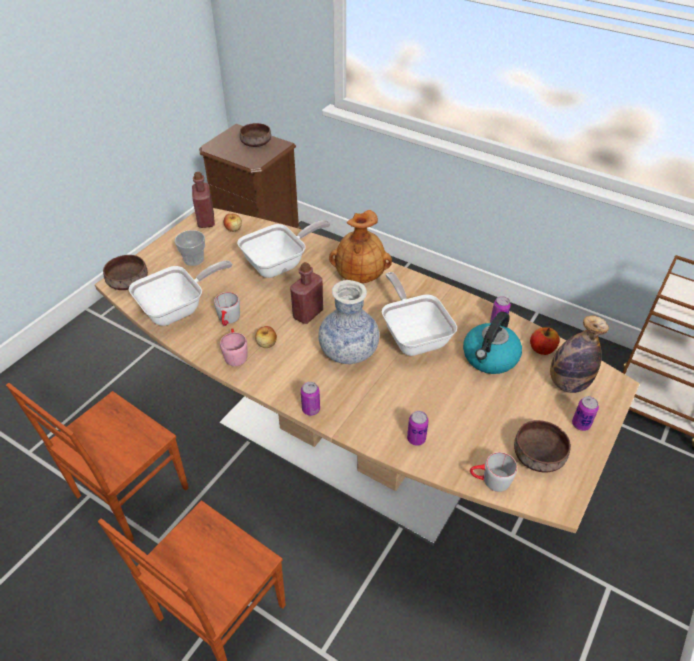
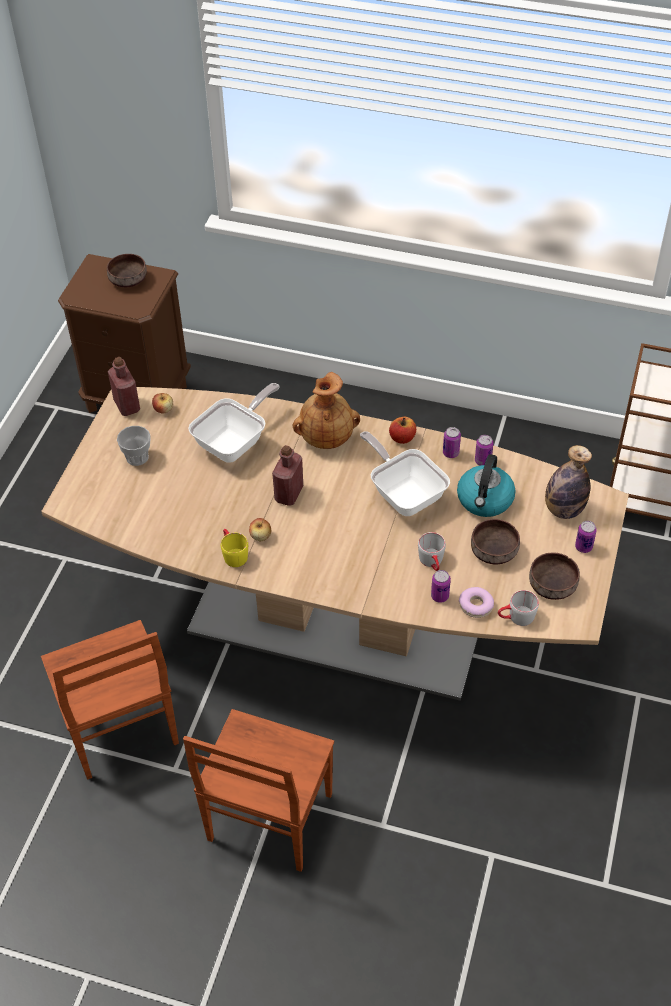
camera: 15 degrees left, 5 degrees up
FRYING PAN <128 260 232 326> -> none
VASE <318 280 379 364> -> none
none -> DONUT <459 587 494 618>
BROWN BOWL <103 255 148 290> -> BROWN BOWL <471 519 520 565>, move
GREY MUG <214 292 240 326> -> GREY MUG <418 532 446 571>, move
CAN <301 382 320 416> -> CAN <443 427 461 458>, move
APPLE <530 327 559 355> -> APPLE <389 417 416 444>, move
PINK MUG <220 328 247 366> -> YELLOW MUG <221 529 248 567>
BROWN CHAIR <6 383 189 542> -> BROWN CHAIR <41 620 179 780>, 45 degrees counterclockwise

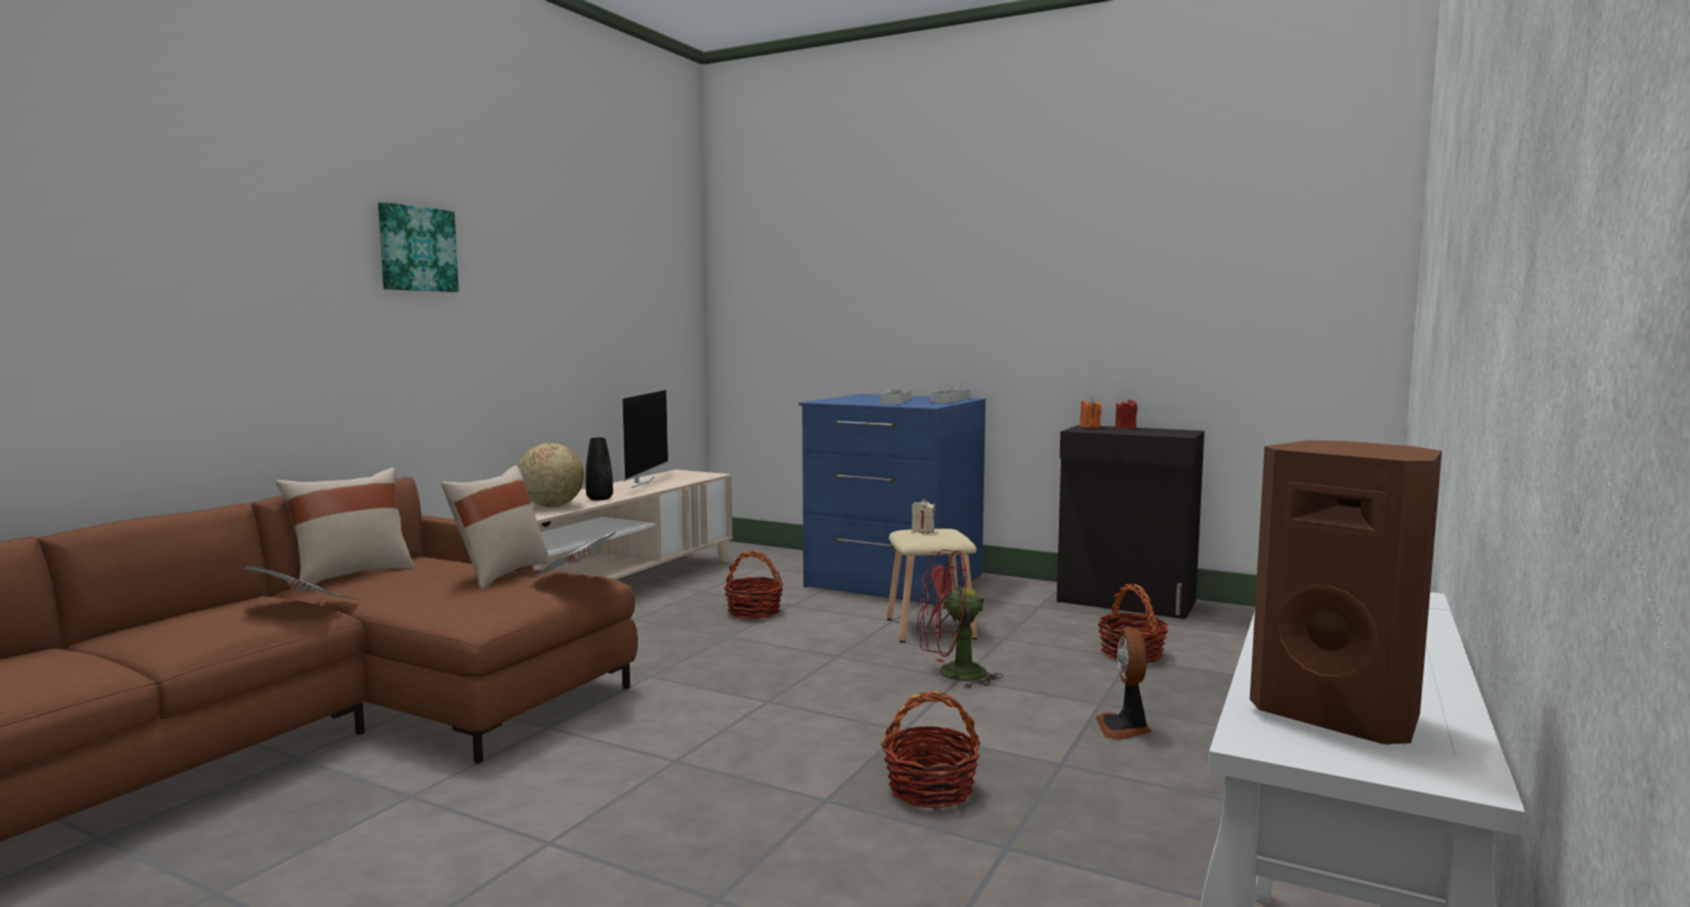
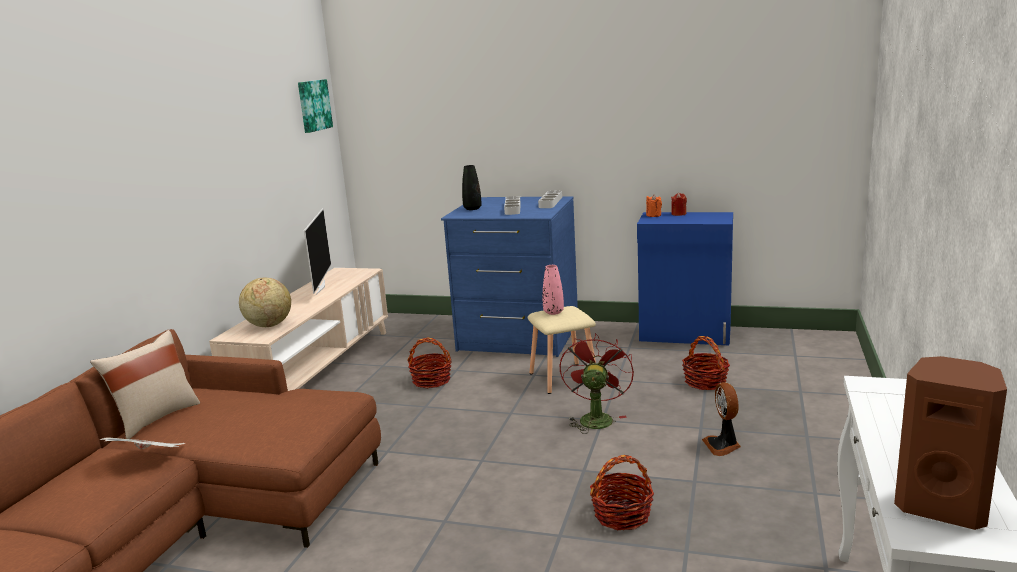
camera: 10 degrees left, 10 degrees up
BEIGE PILLOW <441 465 550 590> -> none
NEWSPAPER <528 532 616 580> -> none
PICTURE <378 202 459 292> -> PICTURE <298 79 333 133>, move
BLACK VASE <586 438 613 501> -> BLACK VASE <462 165 482 210>, move
BEIGE CANDLE <912 499 935 533> -> PINK VASE <543 265 564 315>
BLACK CABINET <1057 425 1204 619> -> BLUE CABINET <637 212 733 345>
RED FAN <917 550 1003 689> -> RED FAN <560 333 634 434>, 120 degrees clockwise

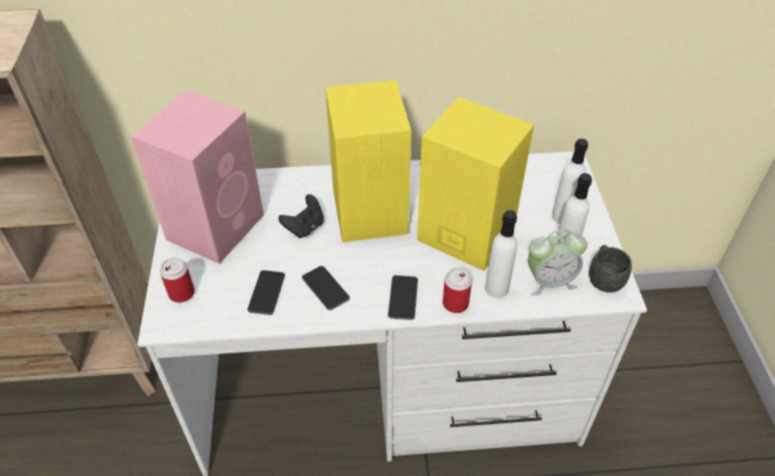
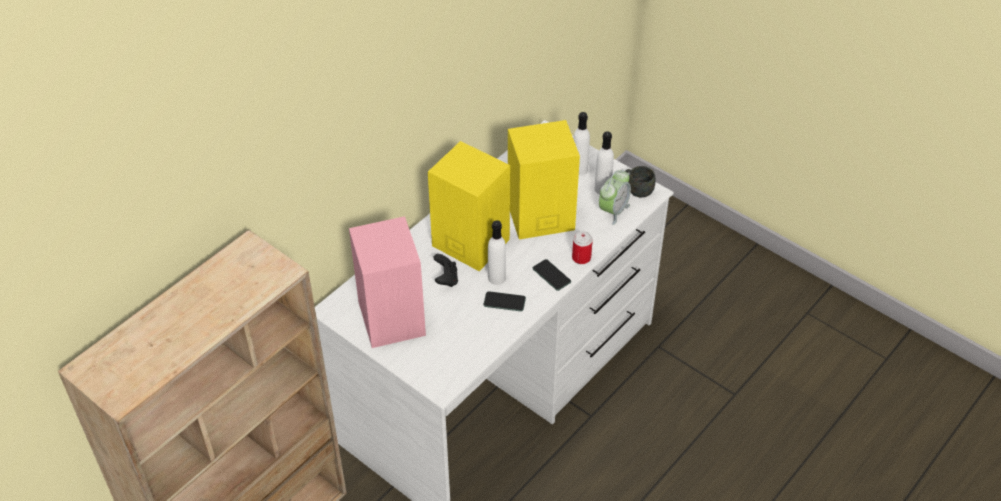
camera: 45 degrees left, 0 degrees up
CAN <160 257 195 303> -> none
PHONE <247 270 285 315> -> none
WHITE BOTTLE <485 210 517 298> -> WHITE BOTTLE <488 220 506 285>, move

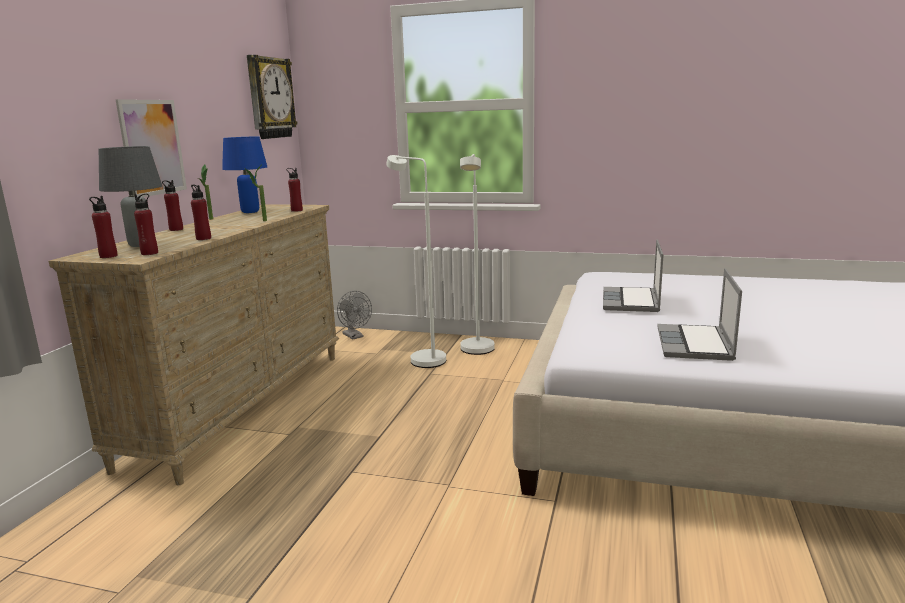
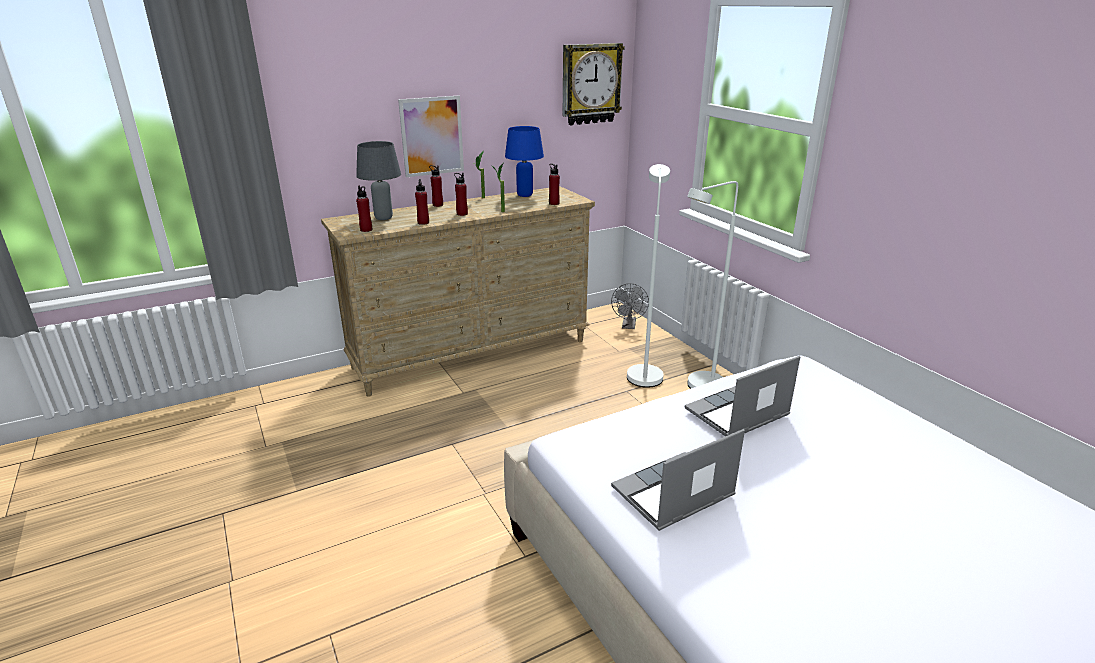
camera: 45 degrees right, 10 degrees up
RED BOTTLE <89 196 118 258> -> RED BOTTLE <454 173 468 216>, move

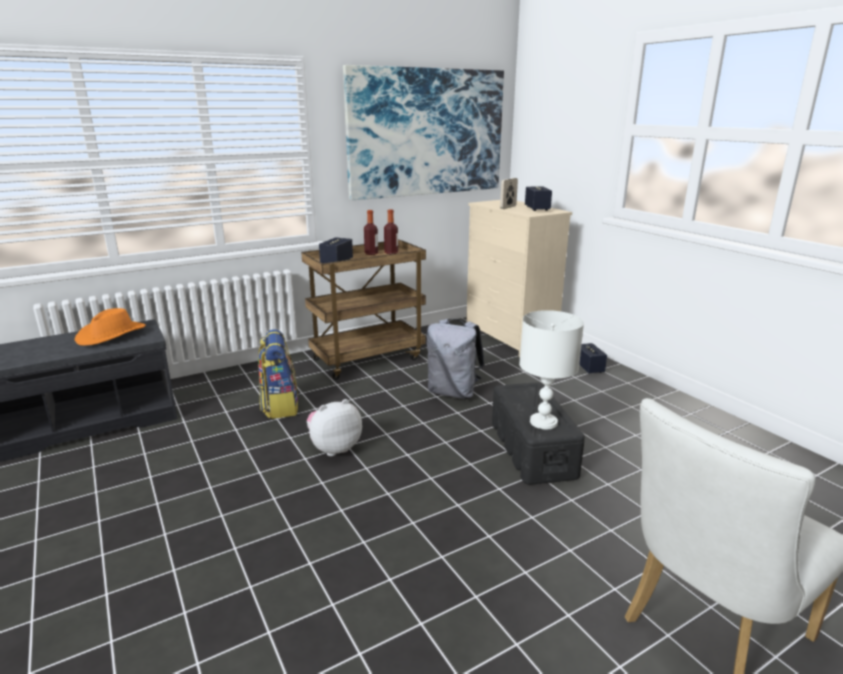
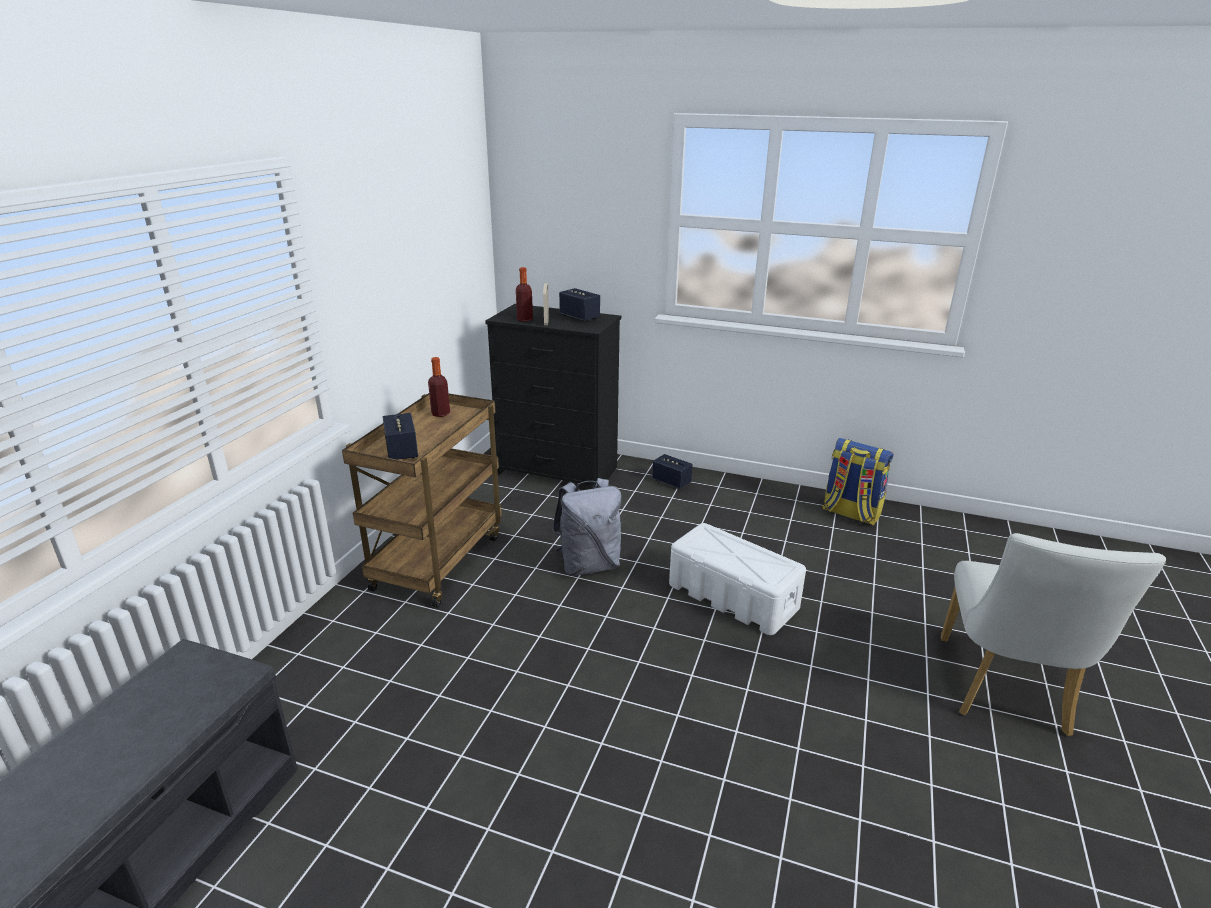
camera: 40 degrees left, 5 degrees up
ORANGE HAT <75 308 146 346> -> none
PLUSH TOY <307 399 362 456> -> none
PICTURE <343 65 504 200> -> none
WHITE TABLE LAMP <519 310 584 429> -> none
BACKPACK <258 329 298 419> -> BACKPACK <822 438 894 526>, move
BOTTLE <364 210 378 255> -> BOTTLE <516 267 533 322>, move
BEIGE DRESSER <466 200 572 357> -> BLACK DRESSER <485 304 621 486>
BLACK STORAGE BOX <492 382 585 485> -> WHITE STORAGE BOX <669 523 806 635>

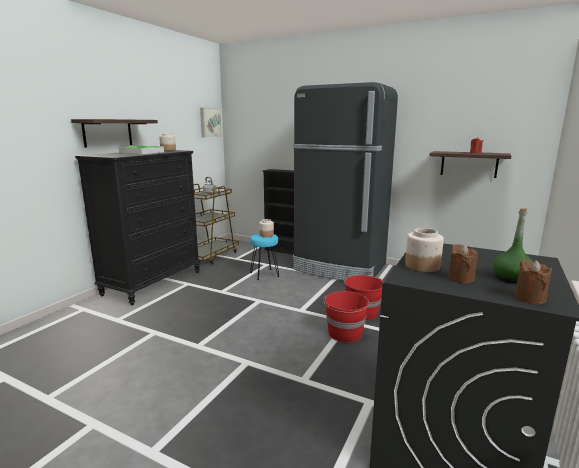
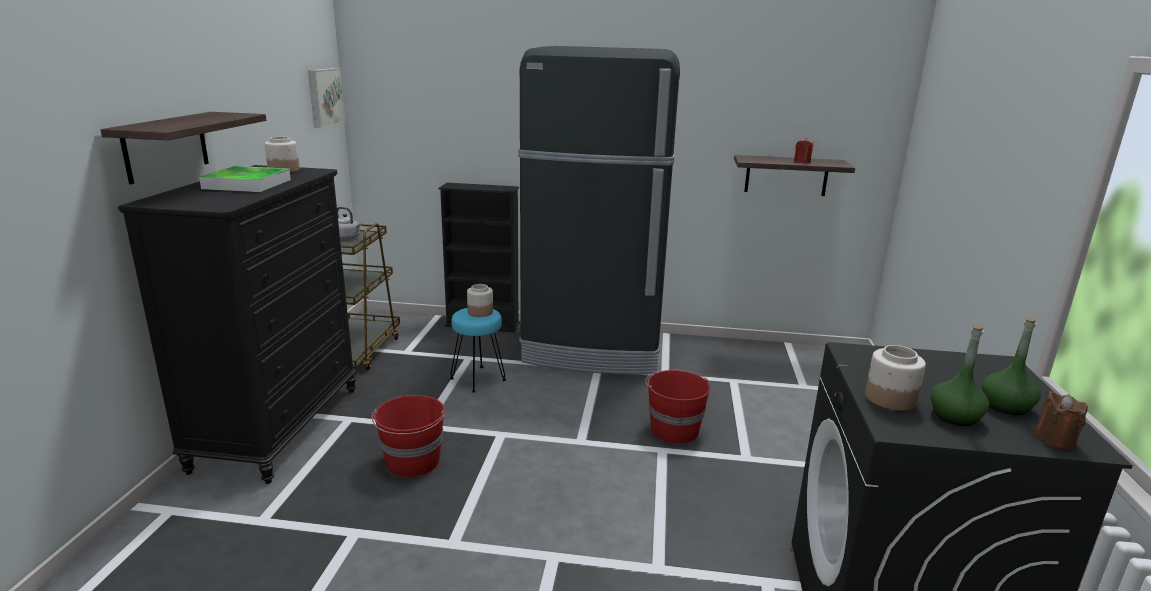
camera: 20 degrees left, 5 degrees up
RED BUCKET <323 291 369 343> -> RED BUCKET <372 395 445 478>, move
BROWN CANDLE <448 244 478 283> -> GREEN BOTTLE <931 325 989 426>

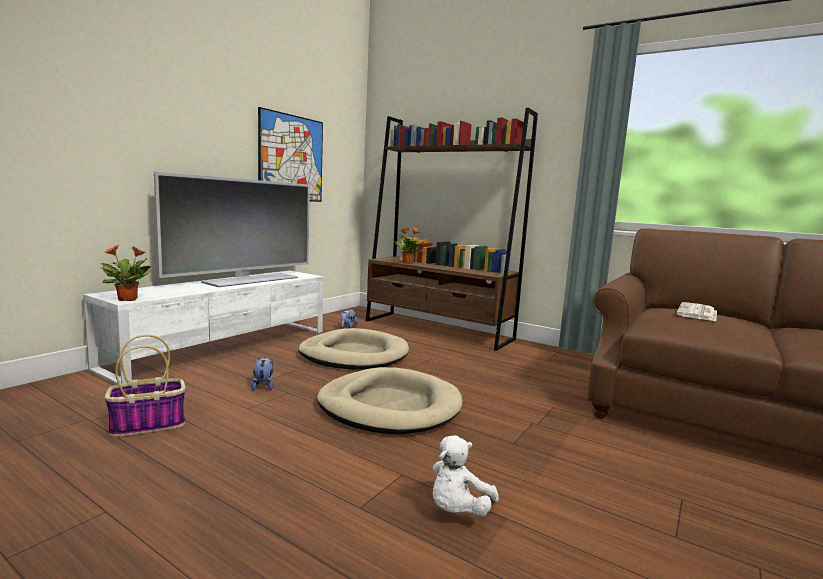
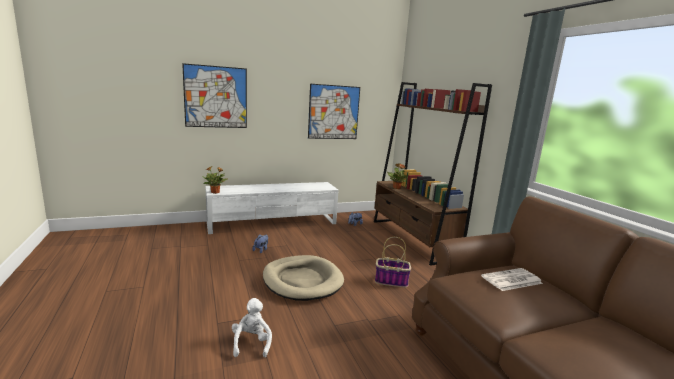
camera: 35 degrees right, 5 degrees up
TELEVISION <154 172 310 287> -> none
BEIGE DOG BED <298 328 409 370> -> none
none -> PICTURE <182 63 247 128>
BASKET <105 335 186 437> -> BASKET <375 237 411 288>, move
WHITE PLUSH TOY <433 435 499 516> -> WHITE PLUSH TOY <232 298 272 357>, 105 degrees clockwise

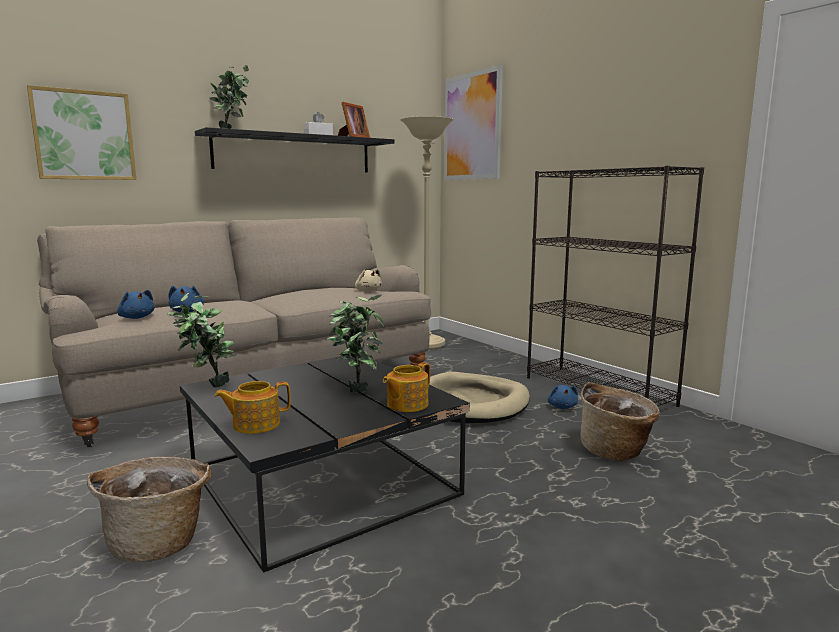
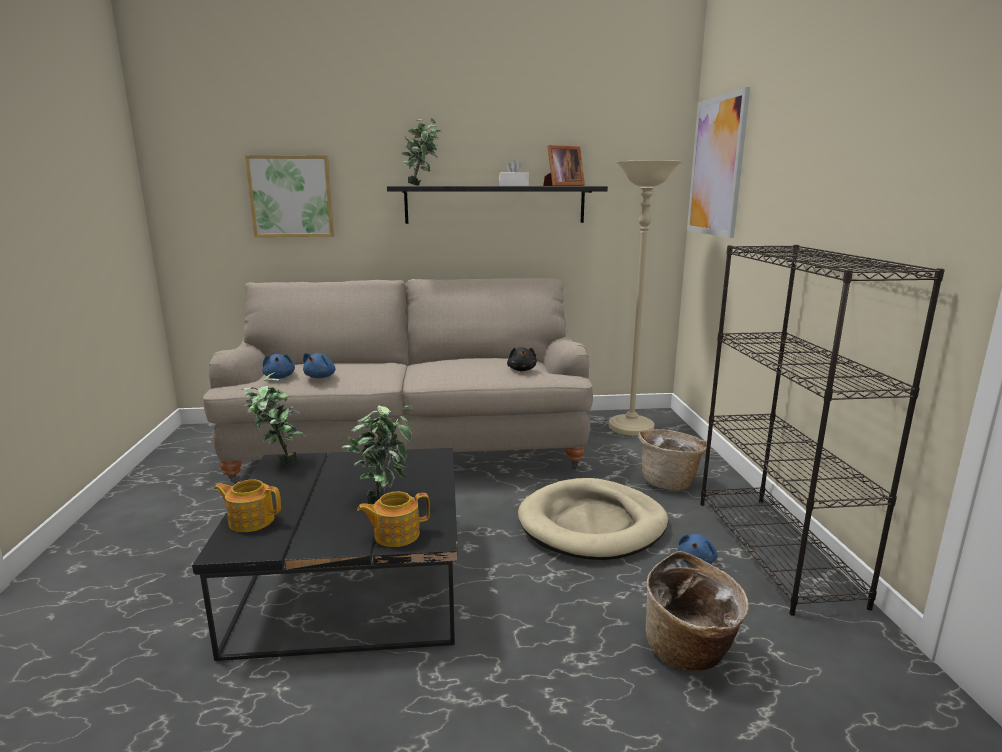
camera: 30 degrees right, 5 degrees up
BASKET <87 457 211 562> -> BASKET <638 429 707 491>, move
BEIGE PLUSH TOY <355 269 382 292> -> BLACK PLUSH TOY <507 347 537 371>

